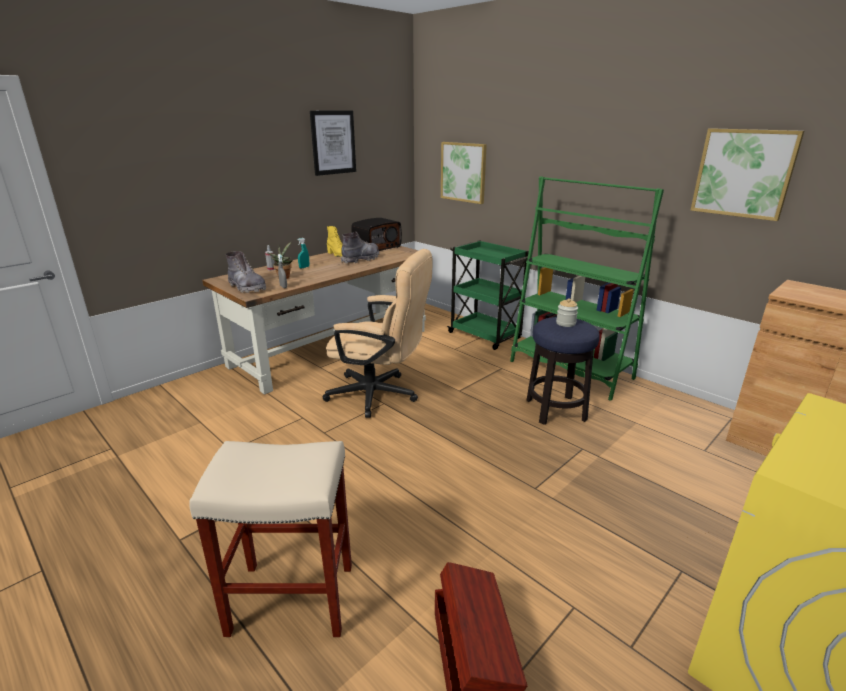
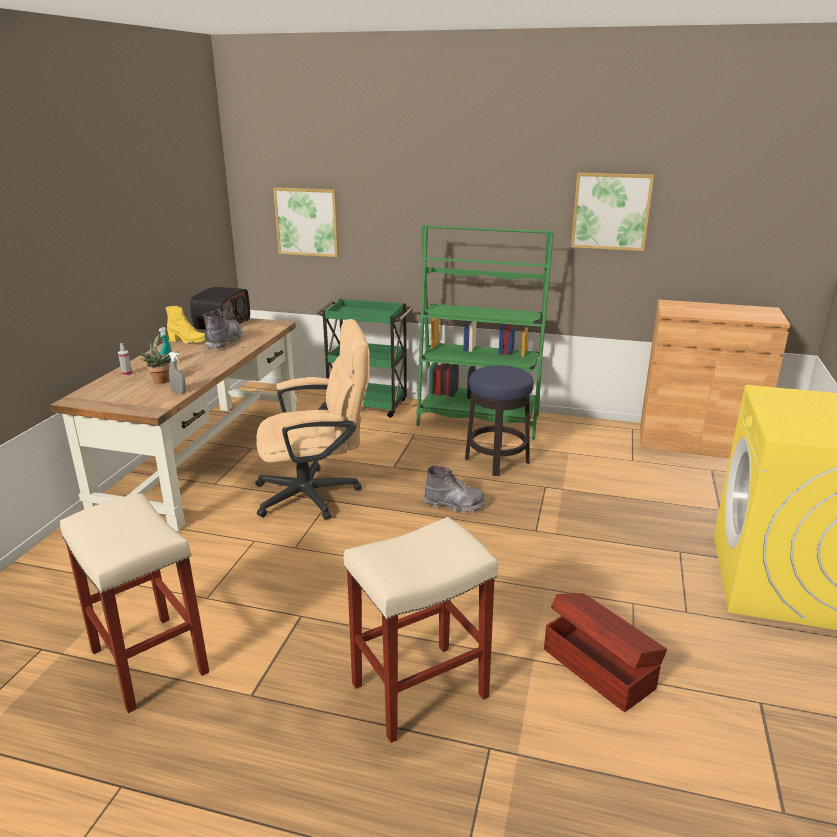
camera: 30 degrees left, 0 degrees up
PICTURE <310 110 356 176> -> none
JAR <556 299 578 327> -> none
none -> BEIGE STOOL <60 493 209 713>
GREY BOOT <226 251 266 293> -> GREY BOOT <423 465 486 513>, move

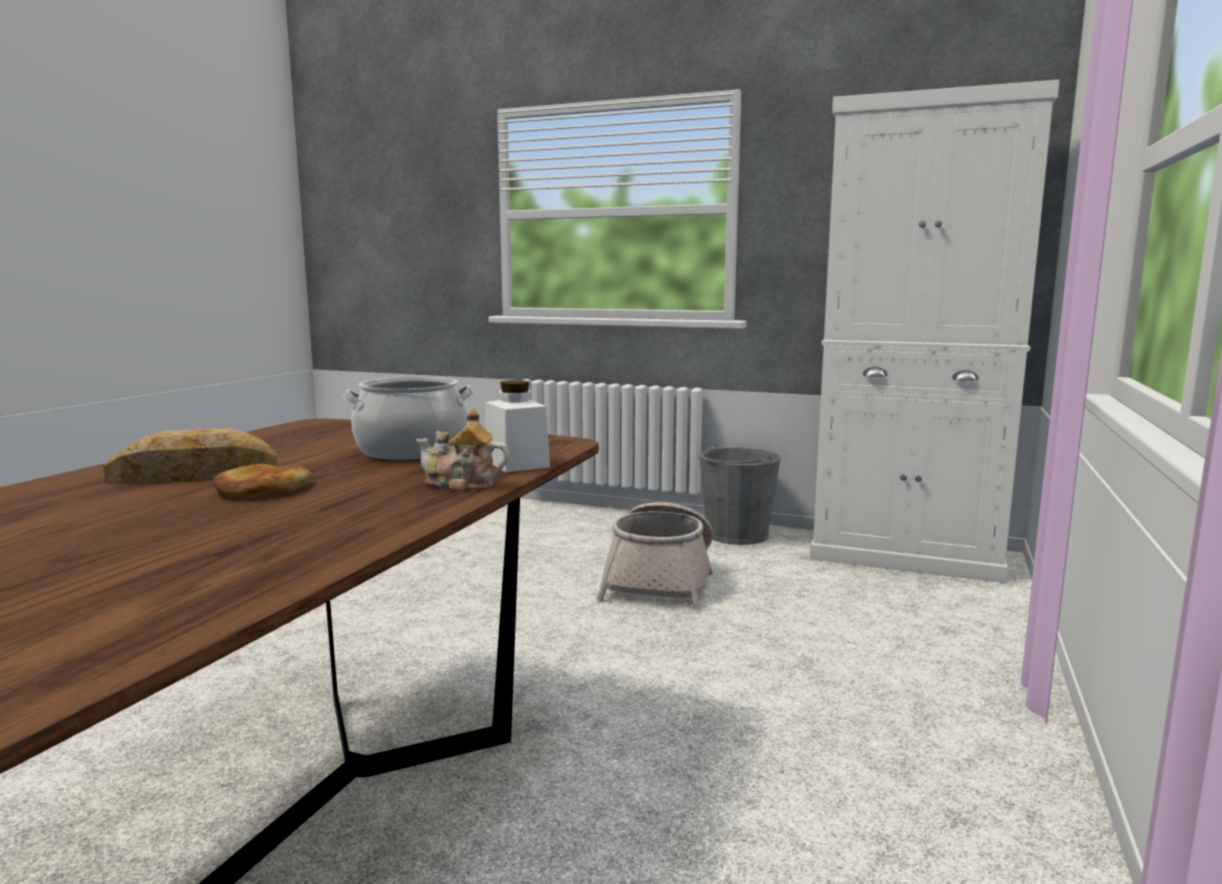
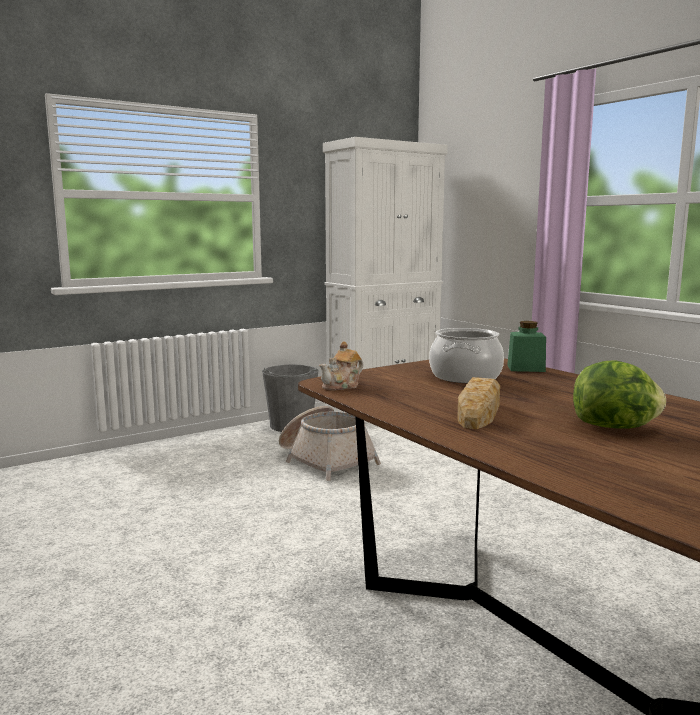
camera: 55 degrees left, 0 degrees up
BREAD <212 463 313 498> -> none
none -> LETTUCE <573 360 666 429>
TEAPOT <416 408 509 491> -> TEAPOT <319 341 363 390>, move
WHITE JAR <485 380 550 473> -> GREEN JAR <507 321 546 372>

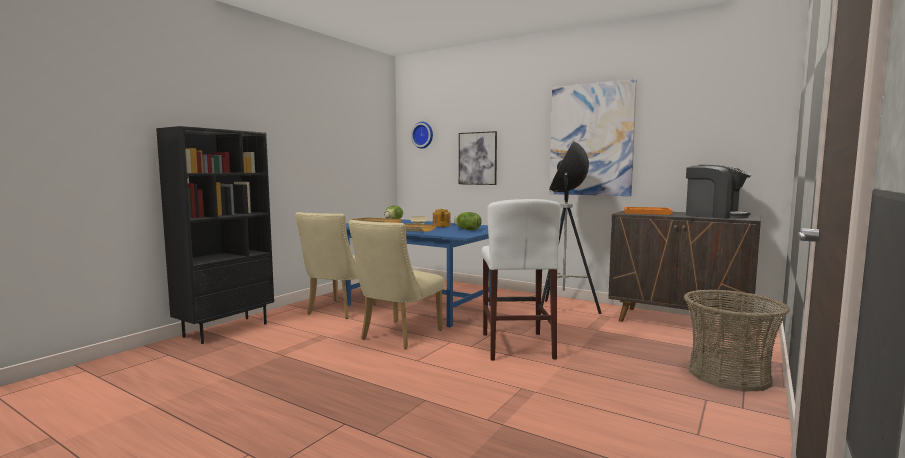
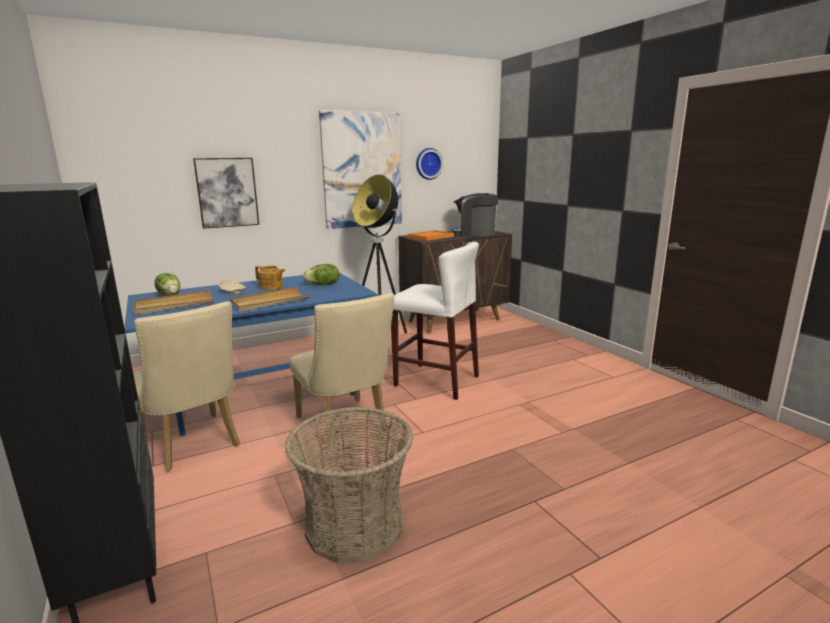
camera: 60 degrees left, 10 degrees up
WALL CLOCK <411 122 433 149> -> WALL CLOCK <416 148 443 180>, move
BASKET <684 289 790 391> -> BASKET <285 407 413 563>, move
COFFEE MACHINE <686 165 751 219> -> COFFEE MACHINE <452 193 498 236>, 150 degrees counterclockwise

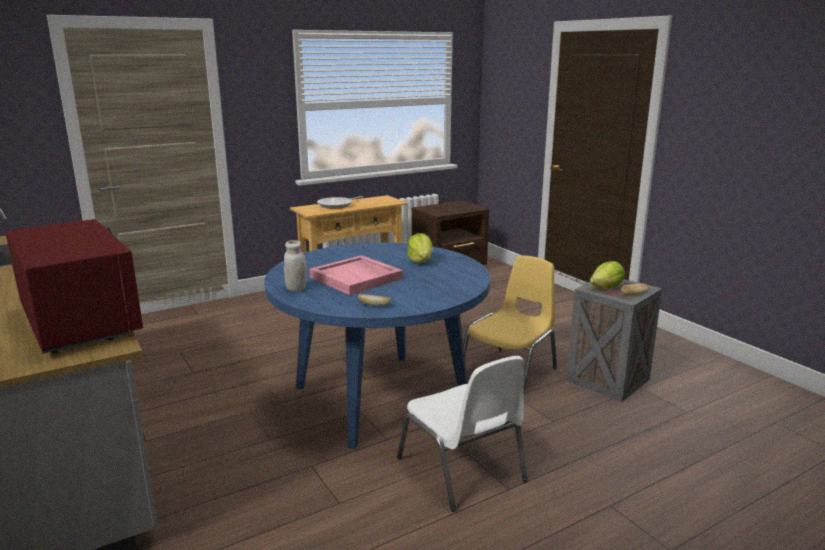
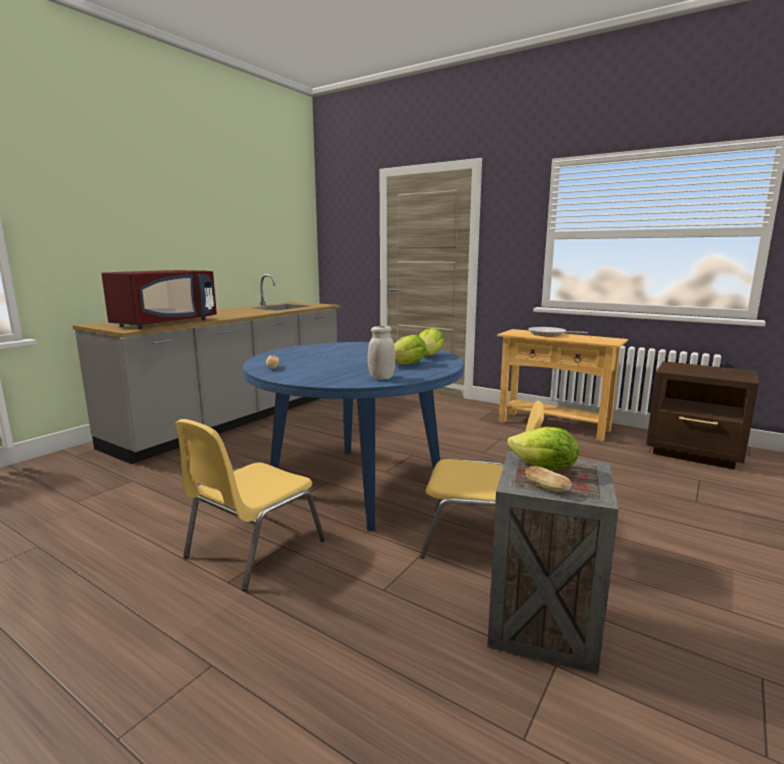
camera: 65 degrees right, 5 degrees down
PINK TRAY <309 255 403 295> -> none
none -> LETTUCE <419 328 444 356>
WHITE JAR <284 240 307 292> -> WHITE JAR <368 326 395 380>, move
WHITE CHAIR <397 356 528 512> -> YELLOW CHAIR <175 419 325 591>

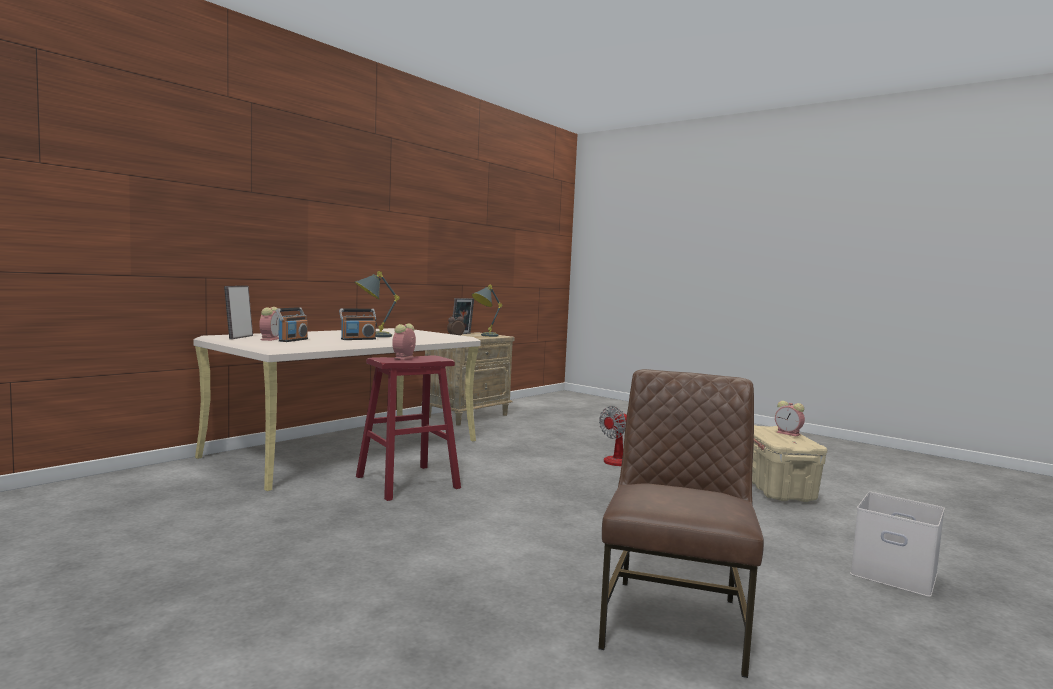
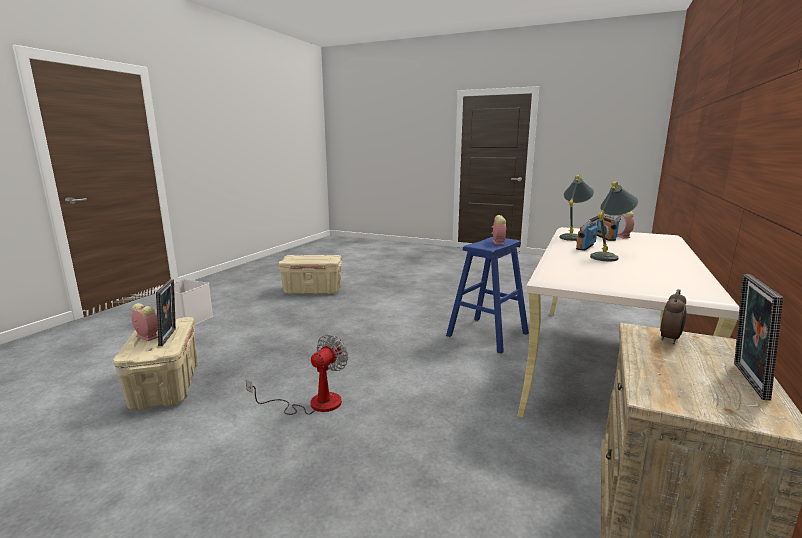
camera: 165 degrees right, 10 degrees up
PICTURE FRAME <224 286 253 339> -> PICTURE FRAME <156 279 176 346>, move
GREY TABLE LAMP <472 285 502 337> -> GREY TABLE LAMP <560 175 594 241>, move
BROWN CHAIR <598 369 764 678> -> BEIGE STORAGE BOX <279 255 342 295>
RED STOOL <356 355 461 501> -> BLUE STOOL <446 237 529 354>

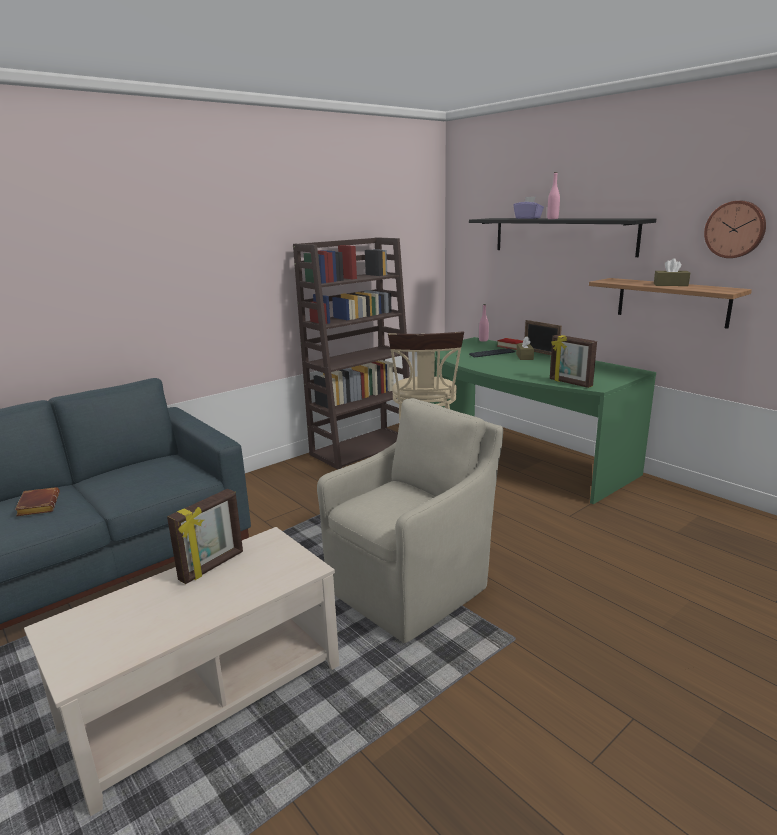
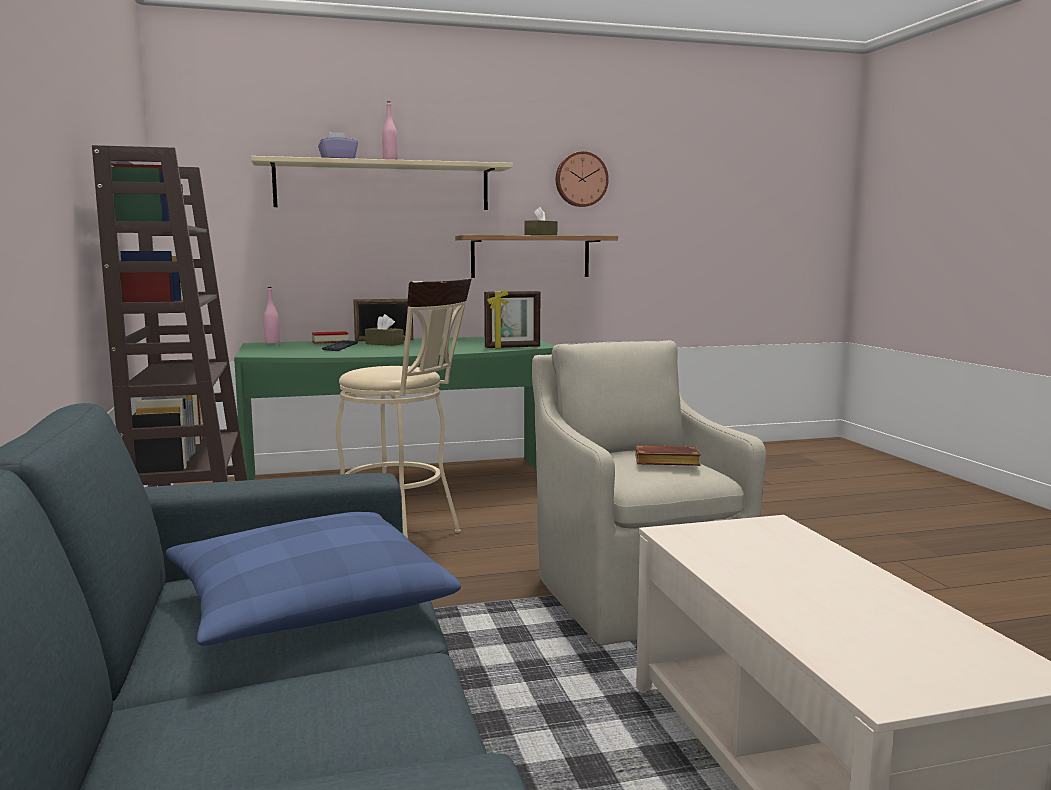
camera: 65 degrees left, 10 degrees down
PICTURE FRAME <167 489 243 584> -> none
none -> BLUE PILLOW <166 512 461 646>
BROWN BOOK <15 487 60 516> -> BROWN BOOK <635 445 701 466>, move
BLACK SHELF <469 218 656 257> -> BEIGE SHELF <251 156 513 210>

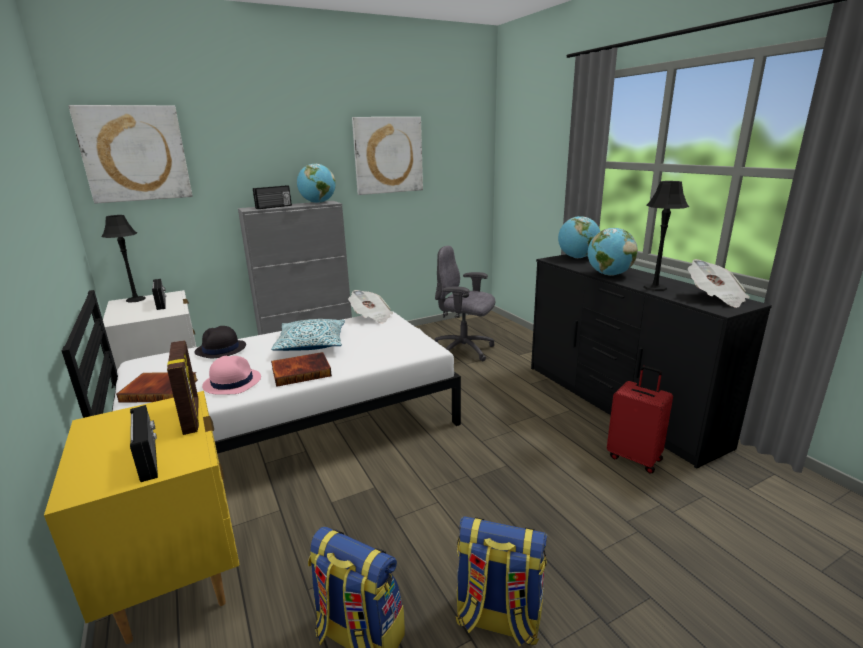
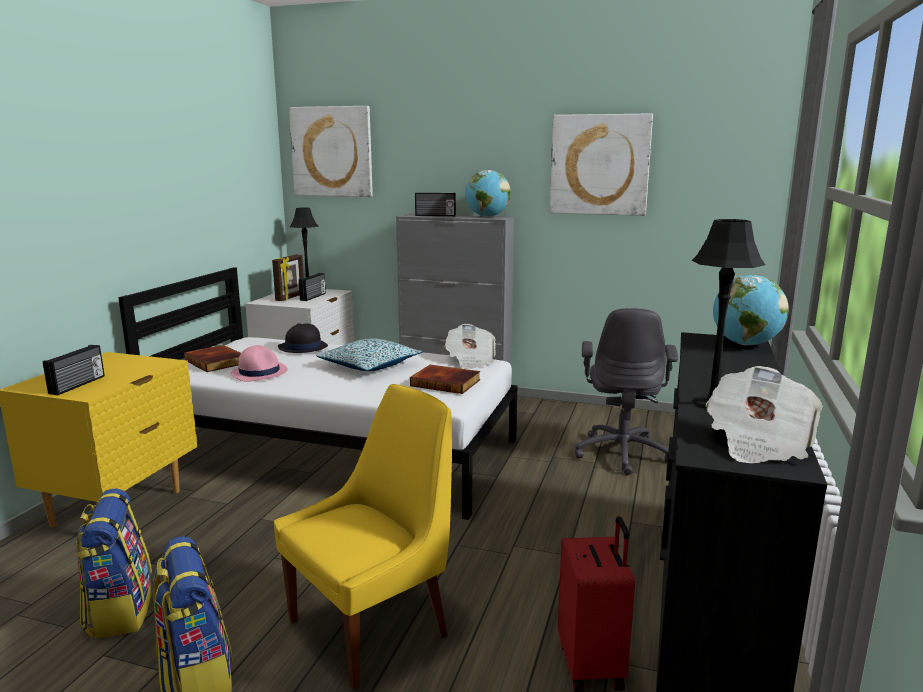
camera: 45 degrees right, 5 degrees down
GLOBE <588 228 638 276> -> none
none -> YELLOW CHAIR <274 384 452 690>
PICTURE FRAME <167 340 199 435> -> PICTURE FRAME <272 254 304 301>, move
BOOK <271 352 332 387> -> BOOK <410 364 480 394>, move
GREY OFFICE CHAIR <434 246 495 361> -> GREY OFFICE CHAIR <575 308 678 475>, 150 degrees counterclockwise

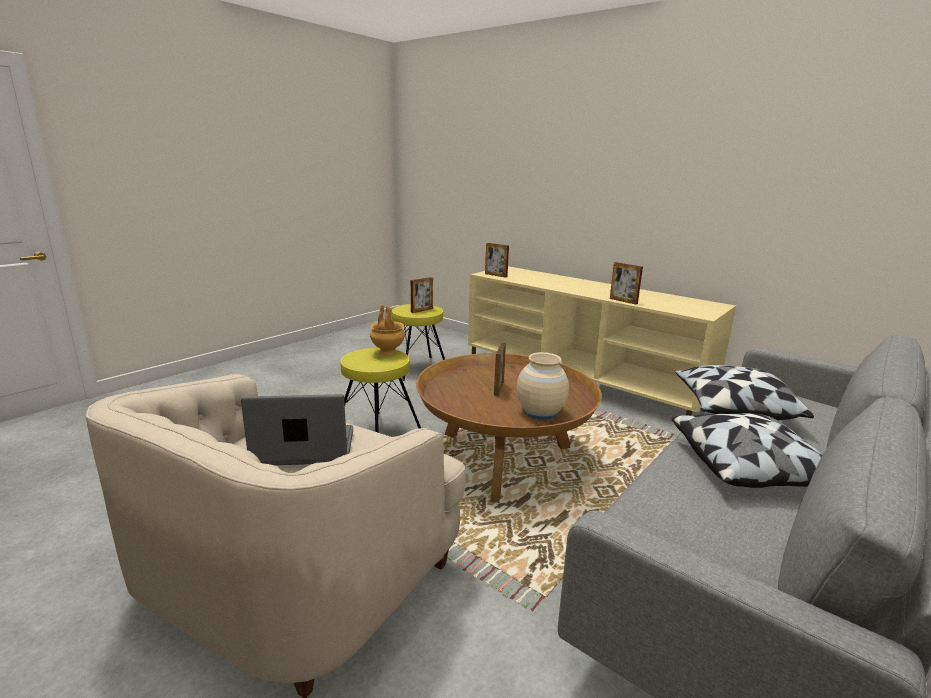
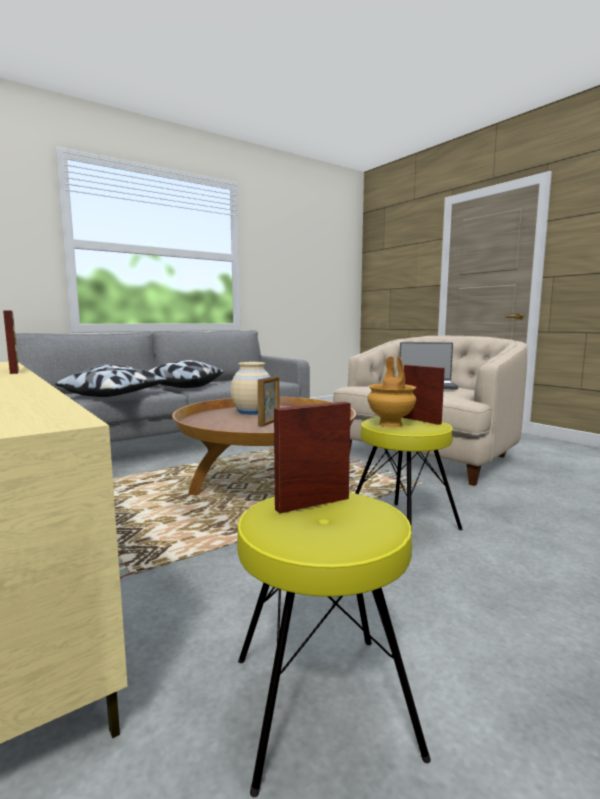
camera: 165 degrees left, 10 degrees down
PICTURE FRAME <485 243 509 278> -> PICTURE FRAME <402 365 445 425>, move

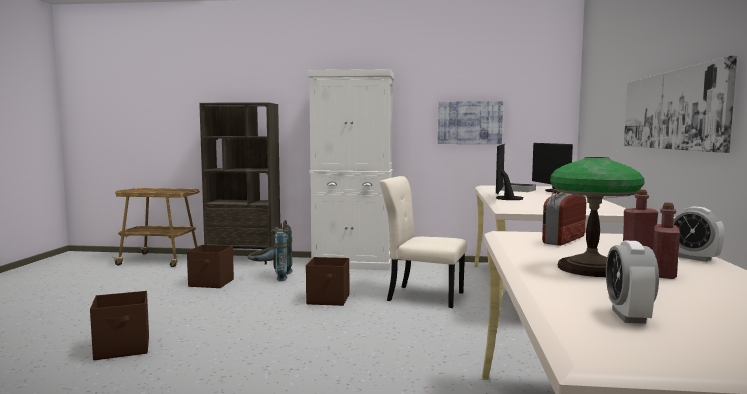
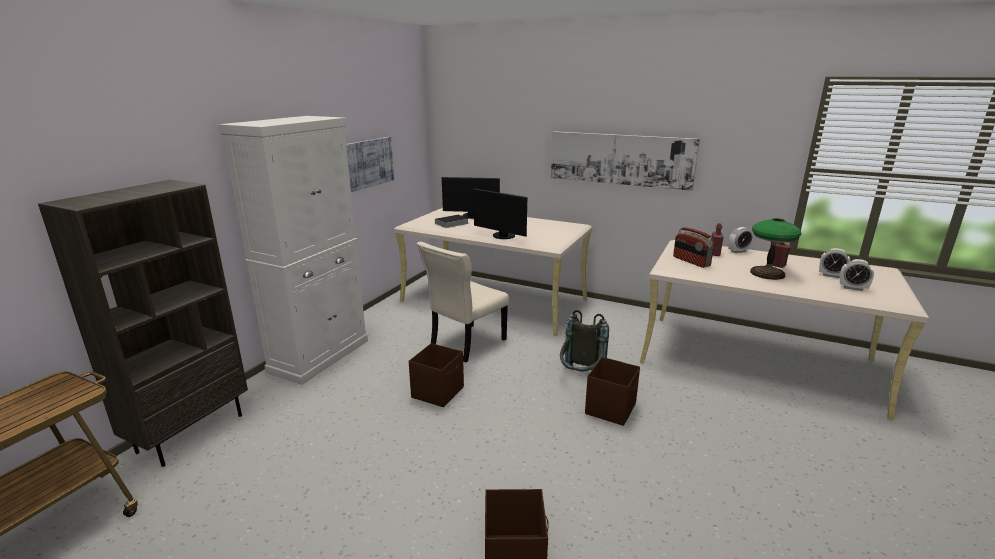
camera: 70 degrees left, 15 degrees up
none -> ALARM CLOCK <819 248 850 278>
BROWN STORAGE BOX <187 245 234 288> -> BROWN STORAGE BOX <585 357 640 426>, move
GREY BACKPACK <248 220 293 281> -> GREY BACKPACK <560 310 609 372>, move

